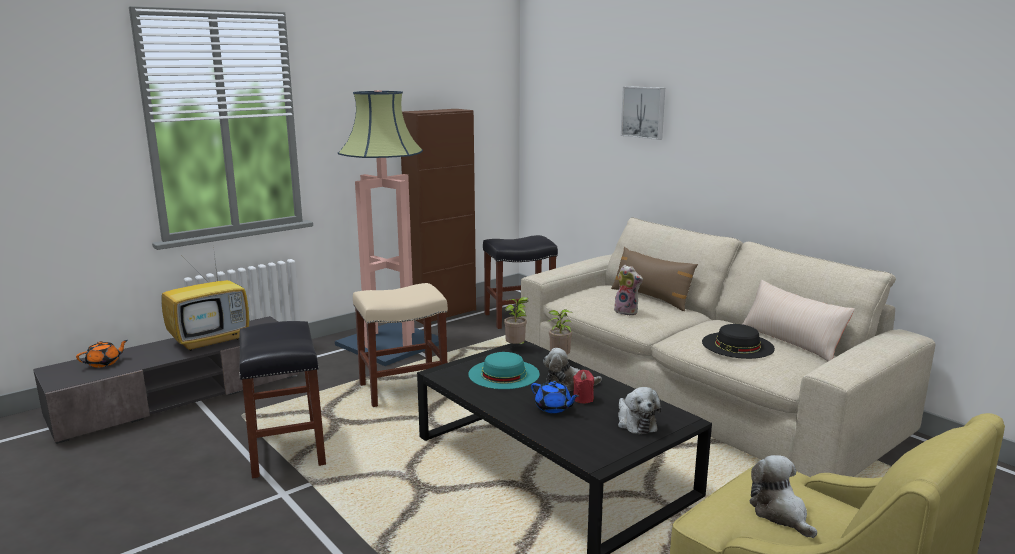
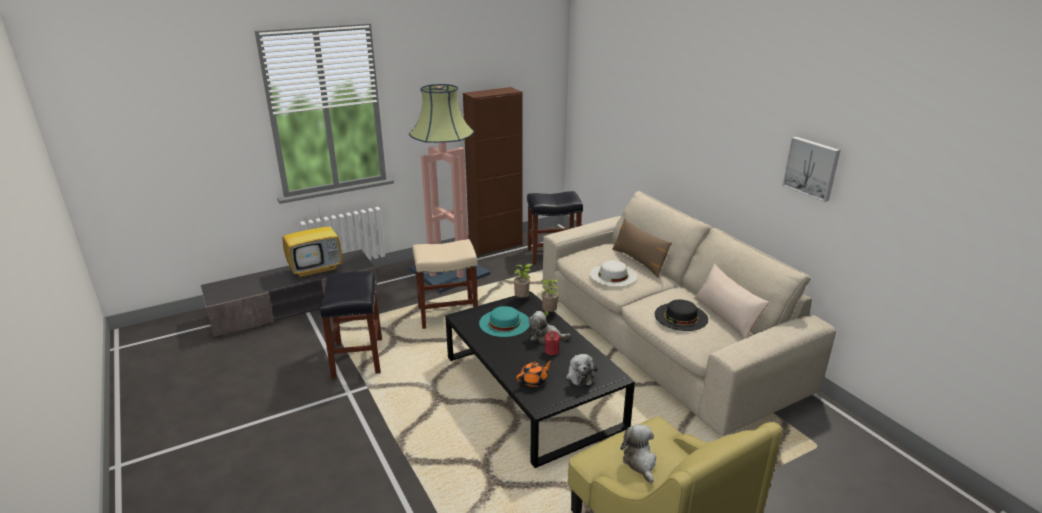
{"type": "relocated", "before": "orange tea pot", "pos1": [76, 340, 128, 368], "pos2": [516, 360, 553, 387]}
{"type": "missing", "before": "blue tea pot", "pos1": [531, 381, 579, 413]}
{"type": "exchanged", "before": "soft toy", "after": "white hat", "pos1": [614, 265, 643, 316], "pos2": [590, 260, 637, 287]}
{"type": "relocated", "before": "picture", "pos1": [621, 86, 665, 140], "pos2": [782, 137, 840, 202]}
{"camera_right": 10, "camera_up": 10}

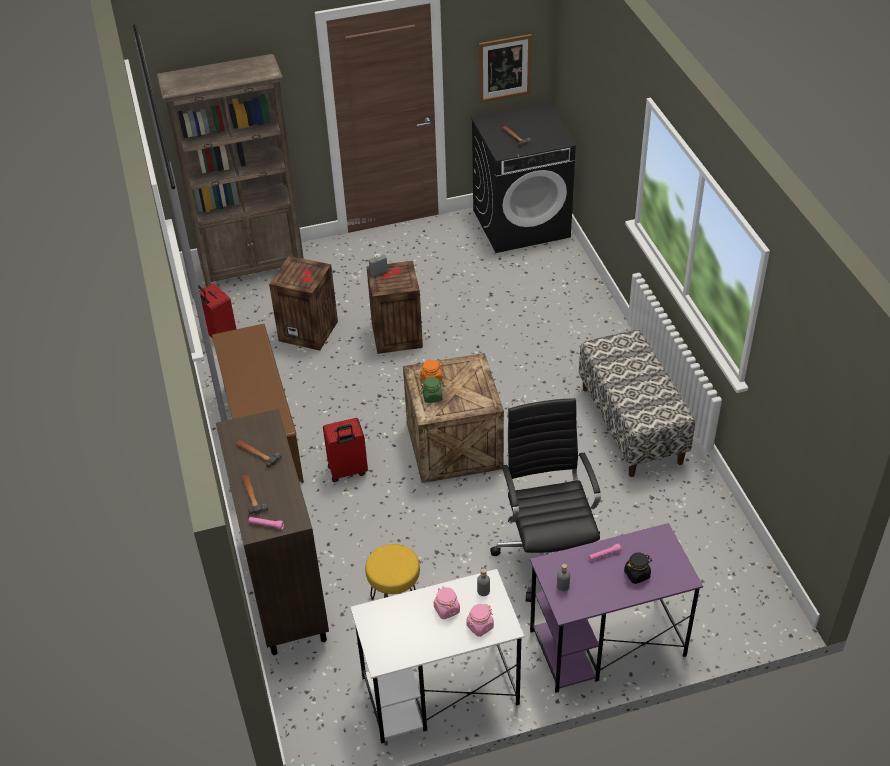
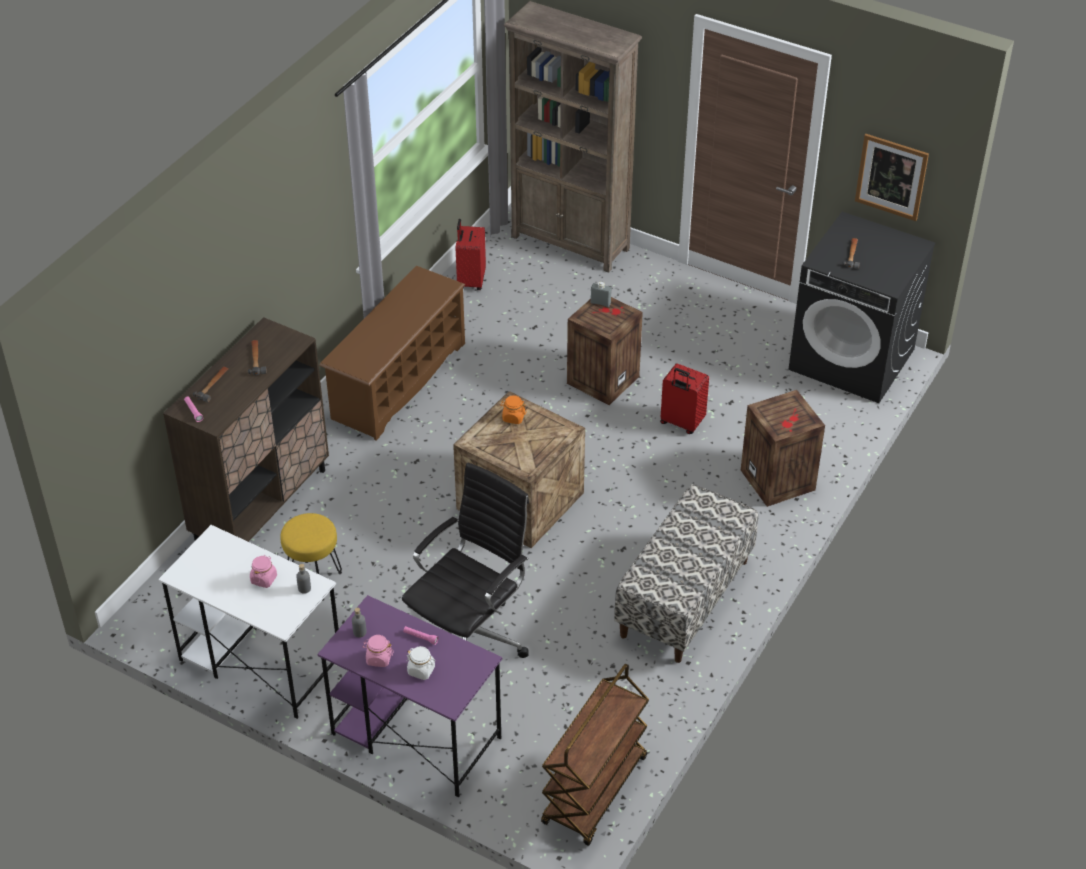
{"type": "relocated", "before": "crate", "pos1": [269, 256, 338, 351], "pos2": [741, 390, 825, 507]}
{"type": "relocated", "before": "reddish piece of luggage", "pos1": [323, 418, 368, 482], "pos2": [660, 363, 709, 434]}
{"type": "missing", "before": "green jar", "pos1": [420, 377, 444, 403]}
{"type": "relocated", "before": "pinkish jar", "pos1": [466, 604, 494, 637], "pos2": [363, 635, 393, 667]}
{"type": "colour", "before": "black-coloured jar", "after": "white jar", "pos1": [624, 553, 652, 584], "pos2": [406, 646, 435, 680]}
{"type": "appeared", "after": "brown-coloured cart", "pos2": [541, 664, 649, 846]}
{"camera_right": 45, "camera_up": 0}

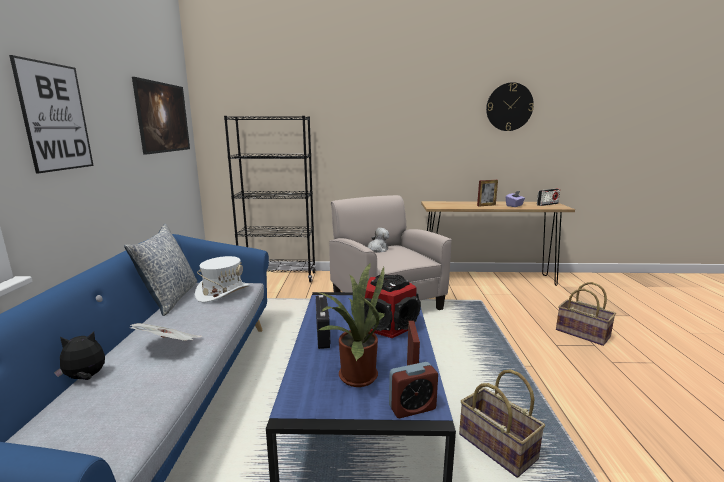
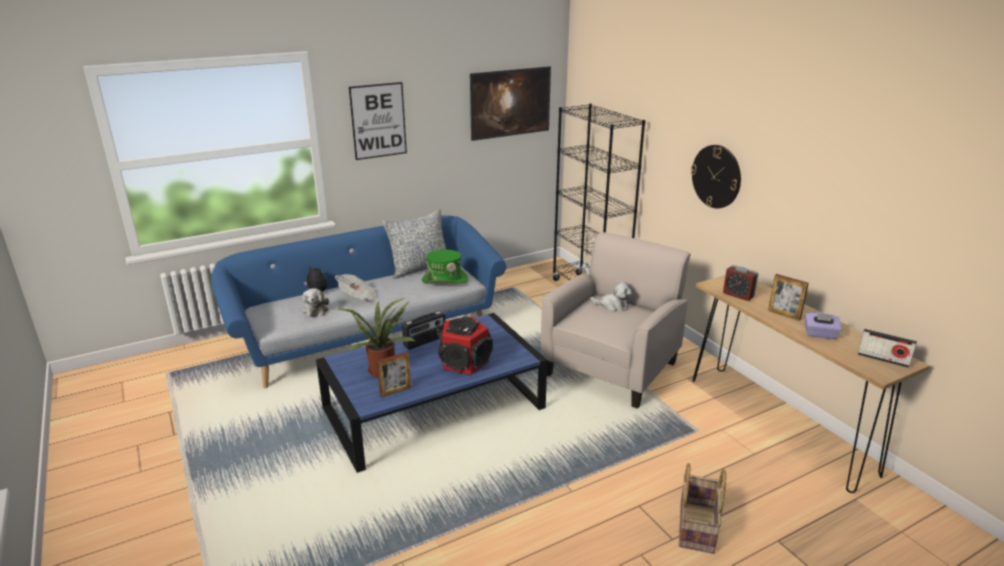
{"type": "colour", "before": "white hat", "after": "green hat", "pos1": [195, 256, 250, 303], "pos2": [421, 249, 468, 284]}
{"type": "relocated", "before": "table clock", "pos1": [389, 362, 438, 418], "pos2": [723, 265, 758, 301]}
{"type": "missing", "before": "storage basket", "pos1": [459, 369, 545, 478]}
{"type": "relocated", "before": "wall clock", "pos1": [486, 82, 534, 131], "pos2": [691, 145, 741, 208]}
{"type": "appeared", "after": "soft toy", "pos2": [302, 288, 329, 317]}
{"camera_right": 60, "camera_up": 10}

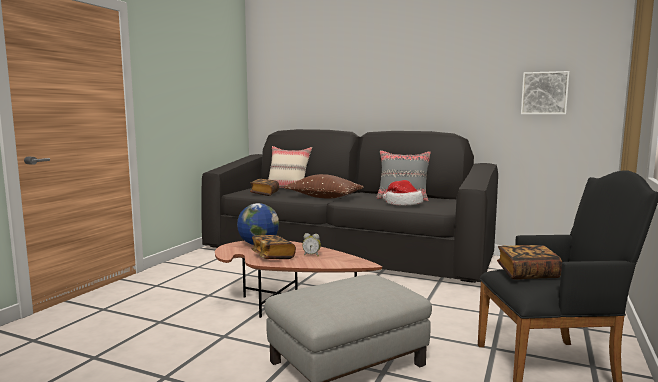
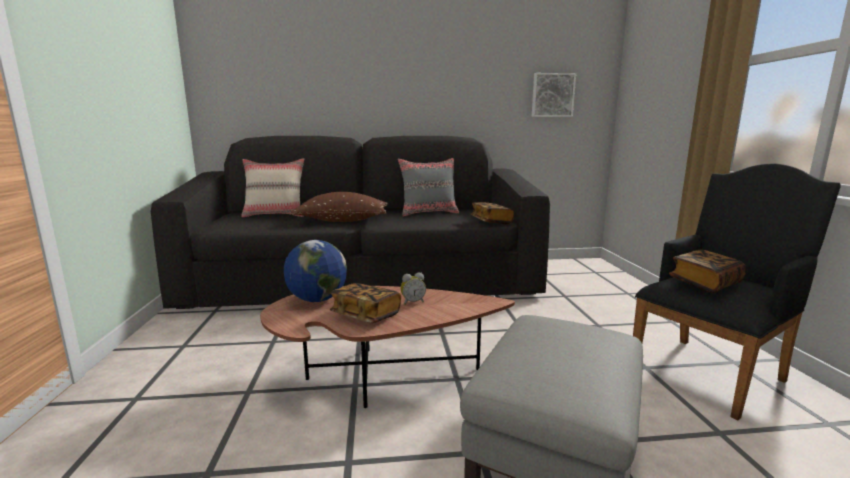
{"type": "relocated", "before": "bound book", "pos1": [250, 179, 279, 196], "pos2": [471, 202, 514, 224]}
{"type": "missing", "before": "hat", "pos1": [383, 180, 423, 205]}
{"camera_right": -30, "camera_up": 5}

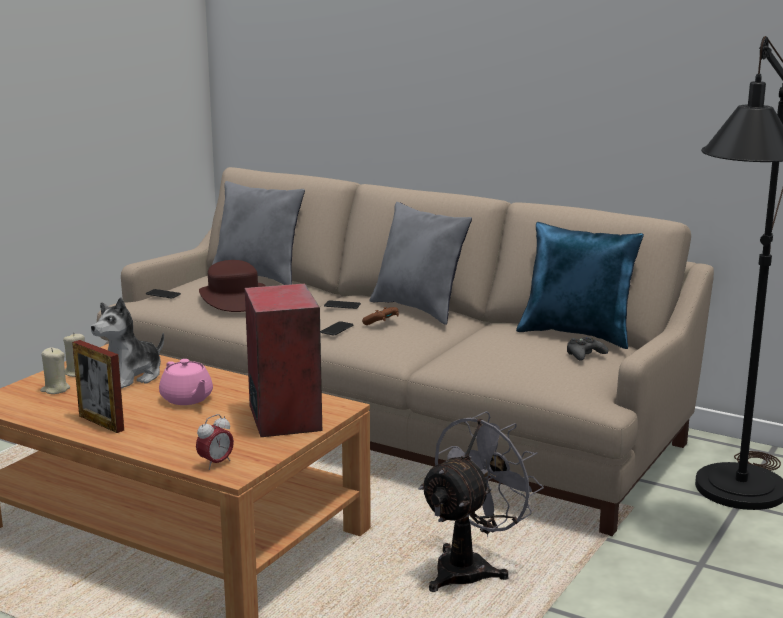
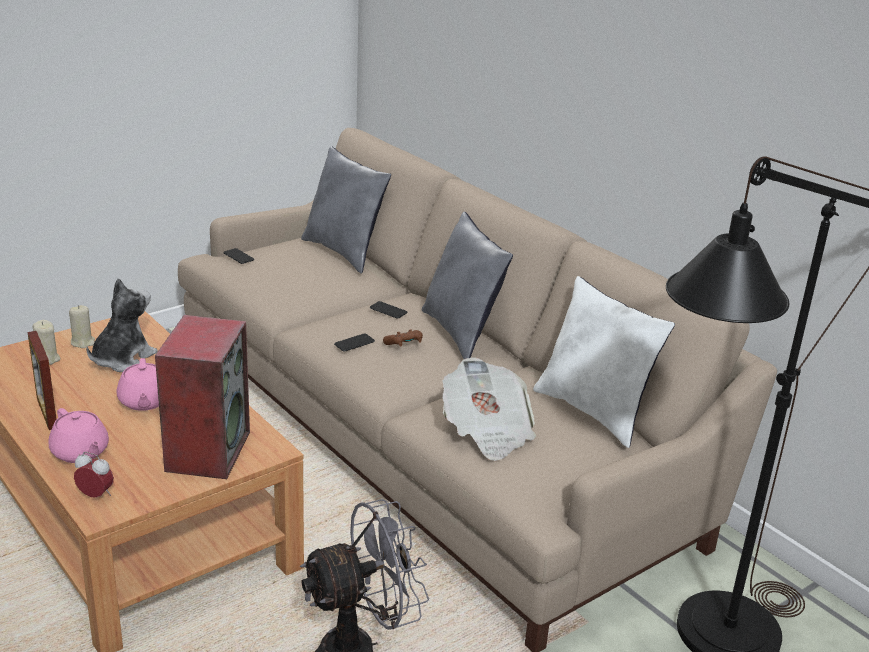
{"type": "spun", "before": "soft toy", "pos1": [91, 297, 164, 389], "pos2": [86, 278, 158, 372], "turn": 150}
{"type": "spun", "before": "table clock", "pos1": [196, 414, 234, 470], "pos2": [74, 452, 114, 498], "turn": -135}
{"type": "missing", "before": "brown-coloured hat", "pos1": [199, 260, 265, 312]}
{"type": "colour", "before": "blue pillow", "after": "white pillow", "pos1": [516, 222, 644, 349], "pos2": [533, 276, 675, 448]}
{"type": "missing", "before": "black-coloured gamepad", "pos1": [567, 337, 608, 361]}
{"type": "appeared", "after": "pinkish tea pot", "pos2": [49, 408, 109, 463]}
{"type": "appeared", "after": "newspaper", "pos2": [443, 357, 536, 461]}
{"camera_right": 20, "camera_up": 10}

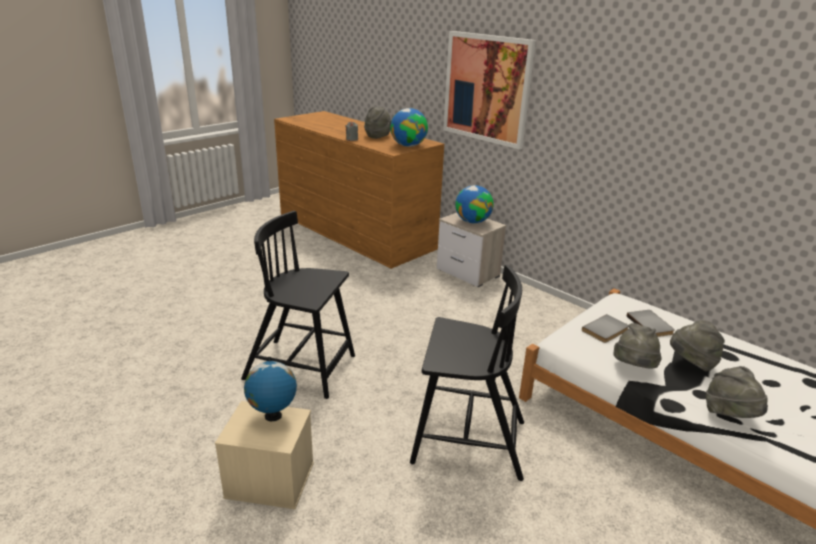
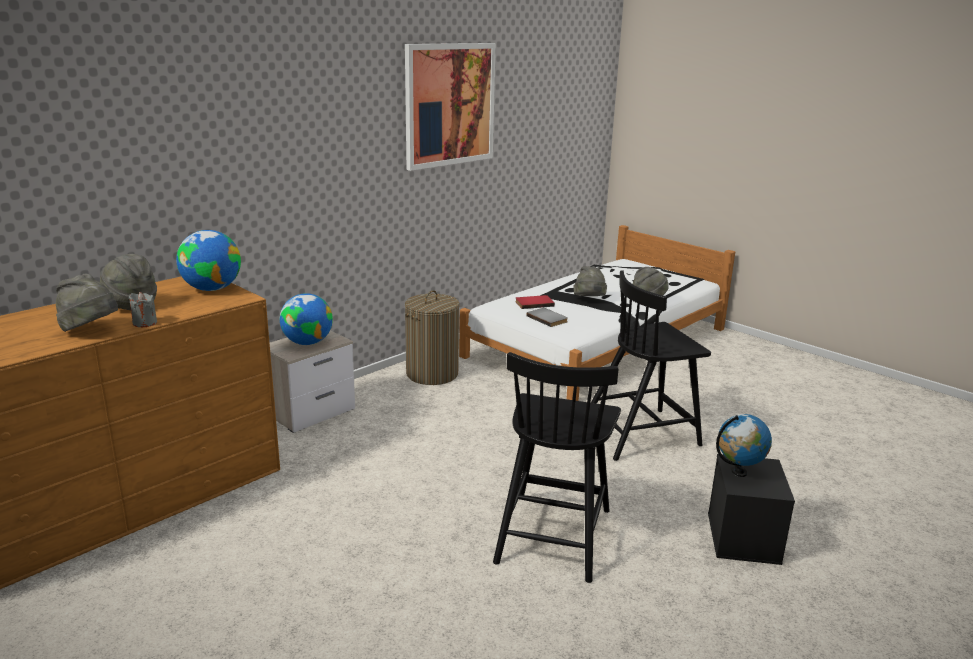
{"type": "colour", "before": "beige-coloured storage box", "after": "black-coloured storage box", "pos1": [215, 401, 314, 509], "pos2": [708, 454, 795, 565]}
{"type": "spun", "before": "black-coloured plain chair", "pos1": [410, 265, 524, 481], "pos2": [591, 270, 711, 461], "turn": -120}
{"type": "relocated", "before": "picture", "pos1": [443, 31, 536, 150], "pos2": [405, 43, 496, 171]}
{"type": "relocated", "before": "greyish hat", "pos1": [614, 323, 662, 369], "pos2": [56, 274, 118, 332]}
{"type": "colour", "before": "greyish bound book", "after": "reddish bound book", "pos1": [627, 310, 675, 337], "pos2": [515, 295, 555, 309]}
{"type": "appeared", "after": "hamper", "pos2": [405, 290, 460, 385]}
{"camera_right": -90, "camera_up": -5}

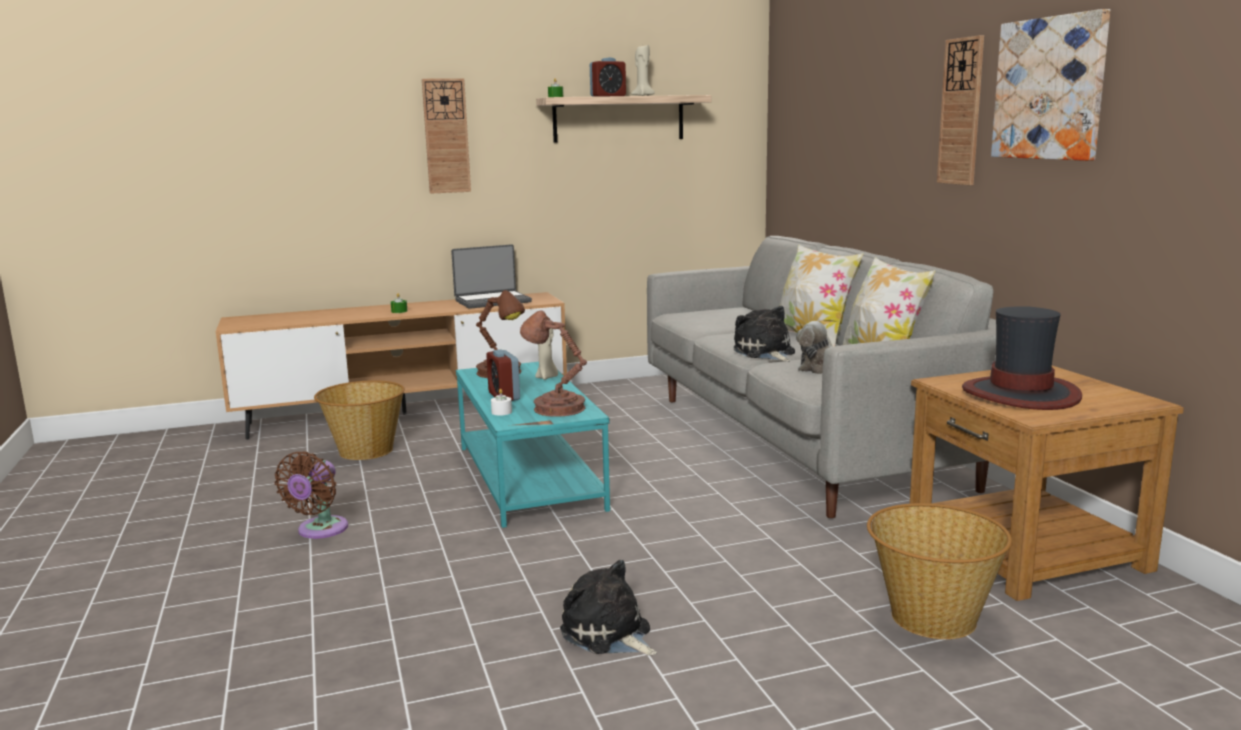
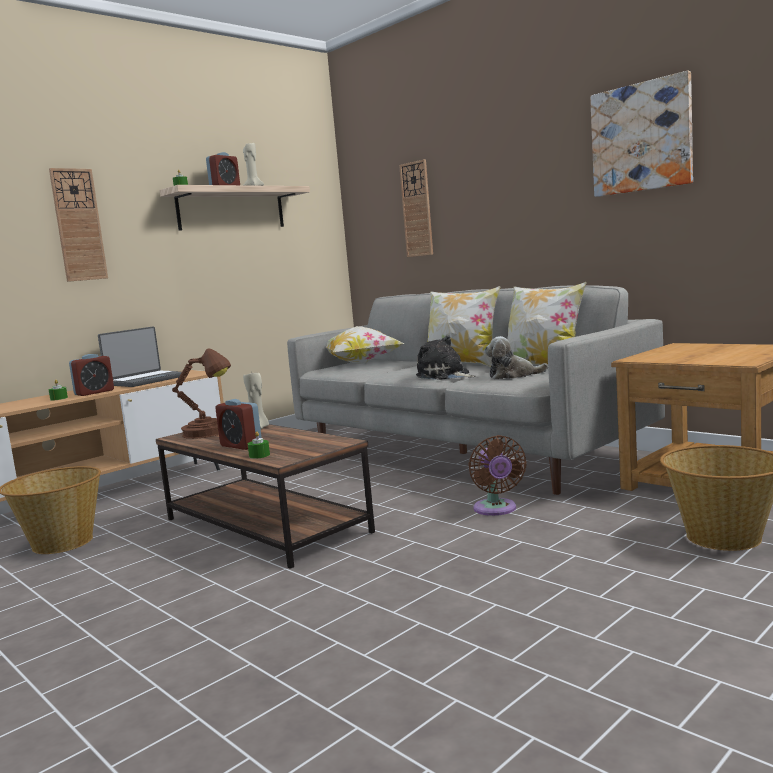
{"type": "relocated", "before": "brown-coloured electric fan", "pos1": [274, 451, 348, 539], "pos2": [468, 435, 526, 516]}
{"type": "colour", "before": "turquoise-coloured lounge table", "after": "brown-coloured lounge table", "pos1": [456, 362, 610, 528], "pos2": [156, 424, 375, 569]}
{"type": "colour", "before": "white candle", "after": "green candle", "pos1": [491, 389, 512, 416], "pos2": [248, 431, 270, 459]}
{"type": "missing", "before": "brown-coloured table lamp", "pos1": [520, 310, 587, 417]}
{"type": "missing", "before": "soft toy", "pos1": [560, 560, 657, 655]}
{"type": "relocated", "before": "wall clock", "pos1": [937, 35, 984, 185], "pos2": [399, 159, 433, 257]}
{"type": "missing", "before": "hat", "pos1": [962, 306, 1082, 410]}
{"type": "appeared", "after": "table clock", "pos2": [69, 354, 114, 396]}
{"type": "appeared", "after": "pillow", "pos2": [326, 326, 405, 363]}
{"camera_right": -25, "camera_up": -5}

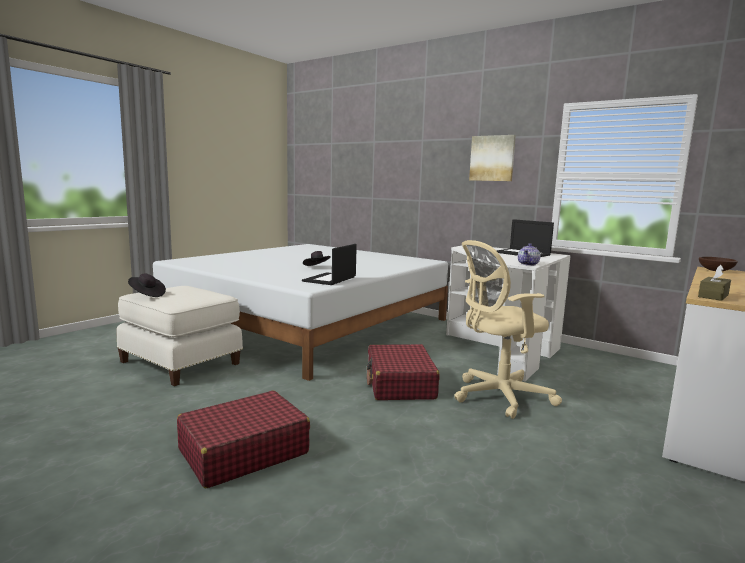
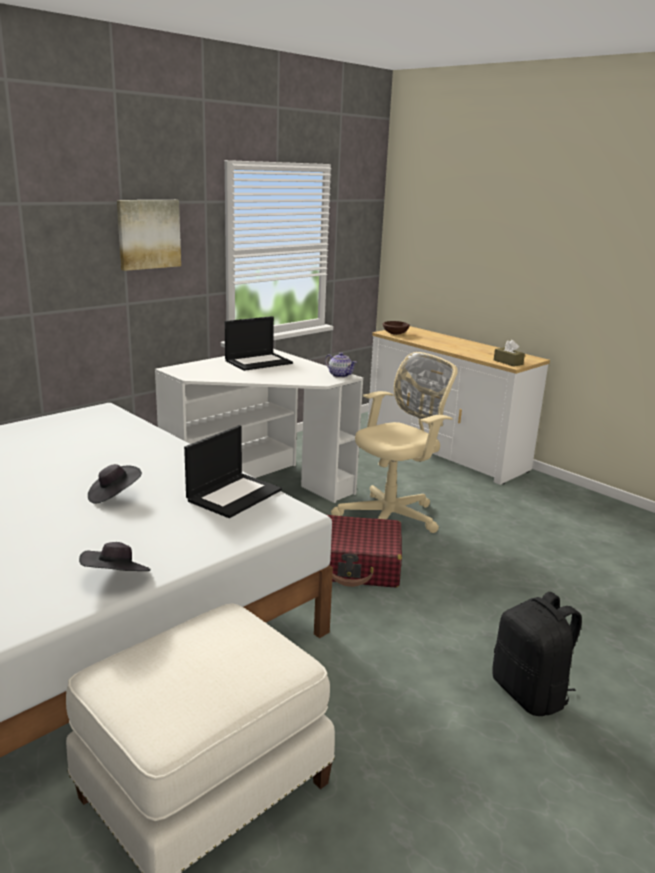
{"type": "relocated", "before": "black-coloured hat", "pos1": [128, 273, 166, 297], "pos2": [79, 542, 151, 571]}
{"type": "exchanged", "before": "reddish piece of luggage", "after": "black-coloured rucksack", "pos1": [177, 391, 310, 488], "pos2": [492, 592, 582, 716]}
{"type": "spun", "before": "portable computer", "pos1": [302, 244, 357, 285], "pos2": [184, 425, 282, 518], "turn": -90}
{"type": "spun", "before": "beige-coloured computer chair", "pos1": [454, 240, 562, 419], "pos2": [331, 352, 458, 533], "turn": -120}
{"camera_right": -80, "camera_up": 10}

